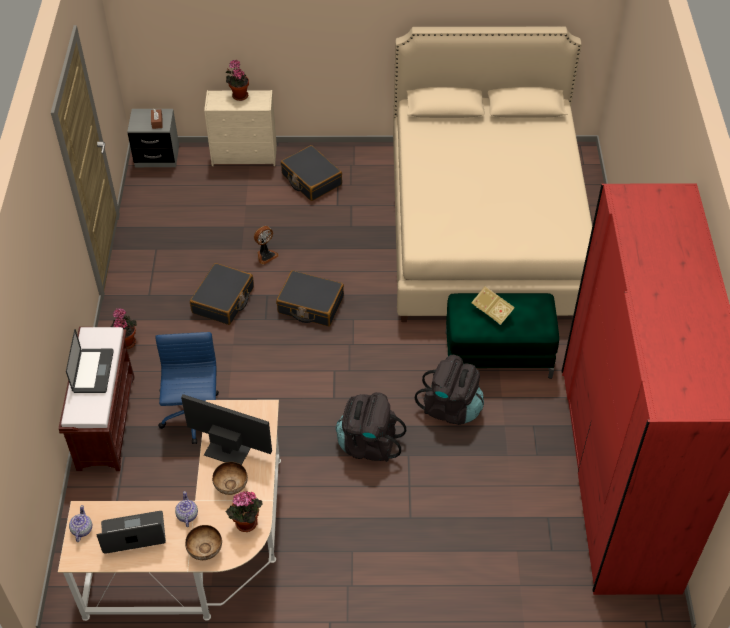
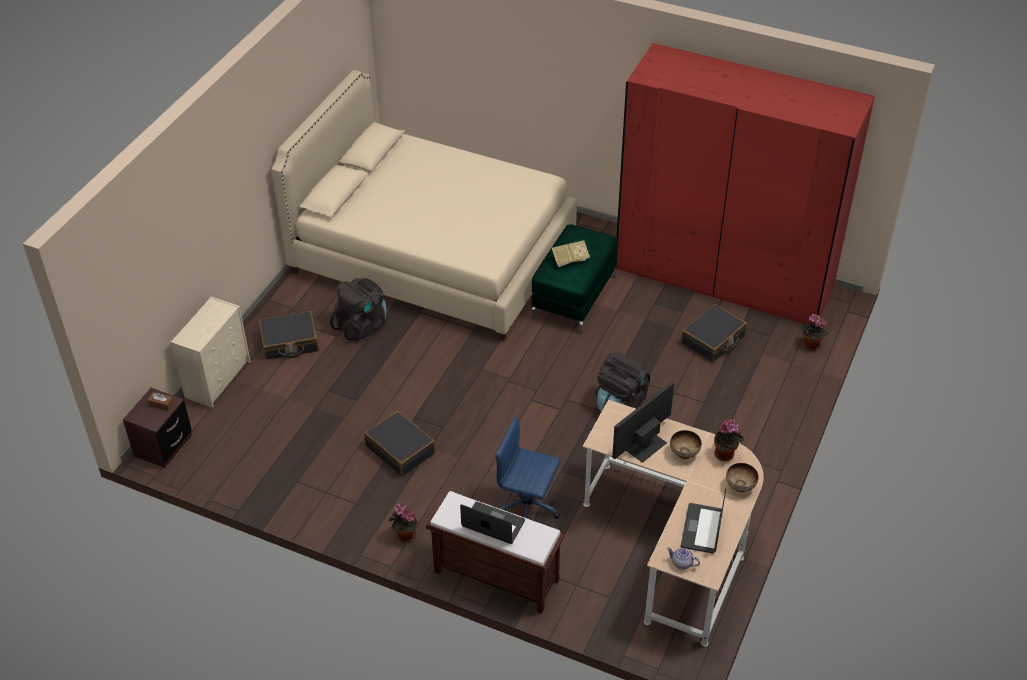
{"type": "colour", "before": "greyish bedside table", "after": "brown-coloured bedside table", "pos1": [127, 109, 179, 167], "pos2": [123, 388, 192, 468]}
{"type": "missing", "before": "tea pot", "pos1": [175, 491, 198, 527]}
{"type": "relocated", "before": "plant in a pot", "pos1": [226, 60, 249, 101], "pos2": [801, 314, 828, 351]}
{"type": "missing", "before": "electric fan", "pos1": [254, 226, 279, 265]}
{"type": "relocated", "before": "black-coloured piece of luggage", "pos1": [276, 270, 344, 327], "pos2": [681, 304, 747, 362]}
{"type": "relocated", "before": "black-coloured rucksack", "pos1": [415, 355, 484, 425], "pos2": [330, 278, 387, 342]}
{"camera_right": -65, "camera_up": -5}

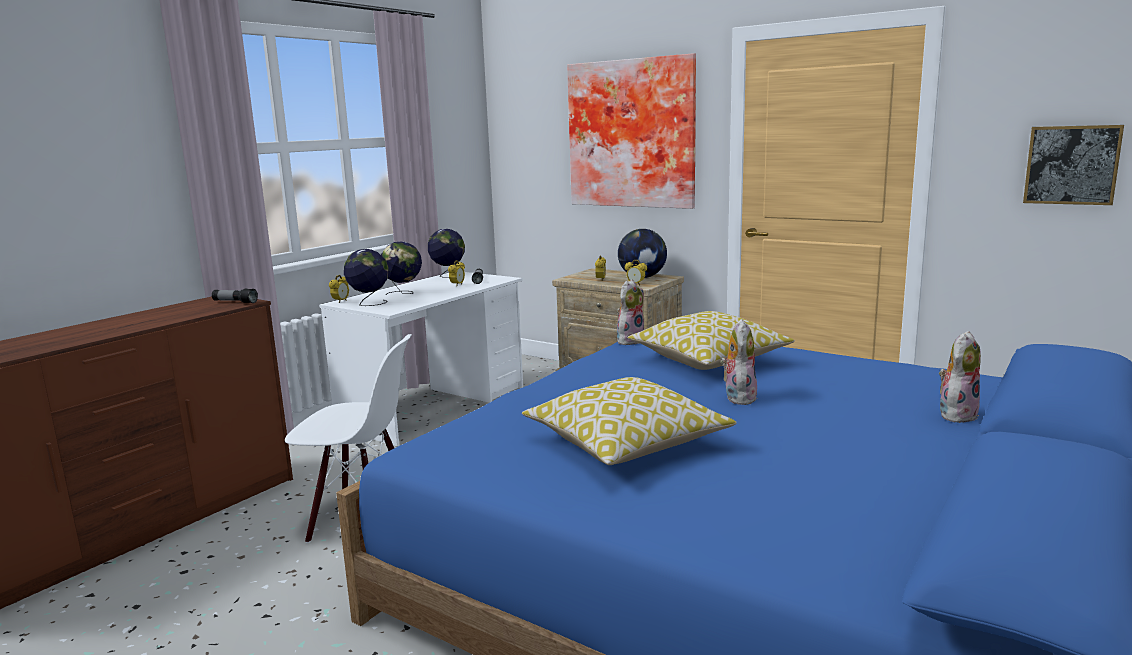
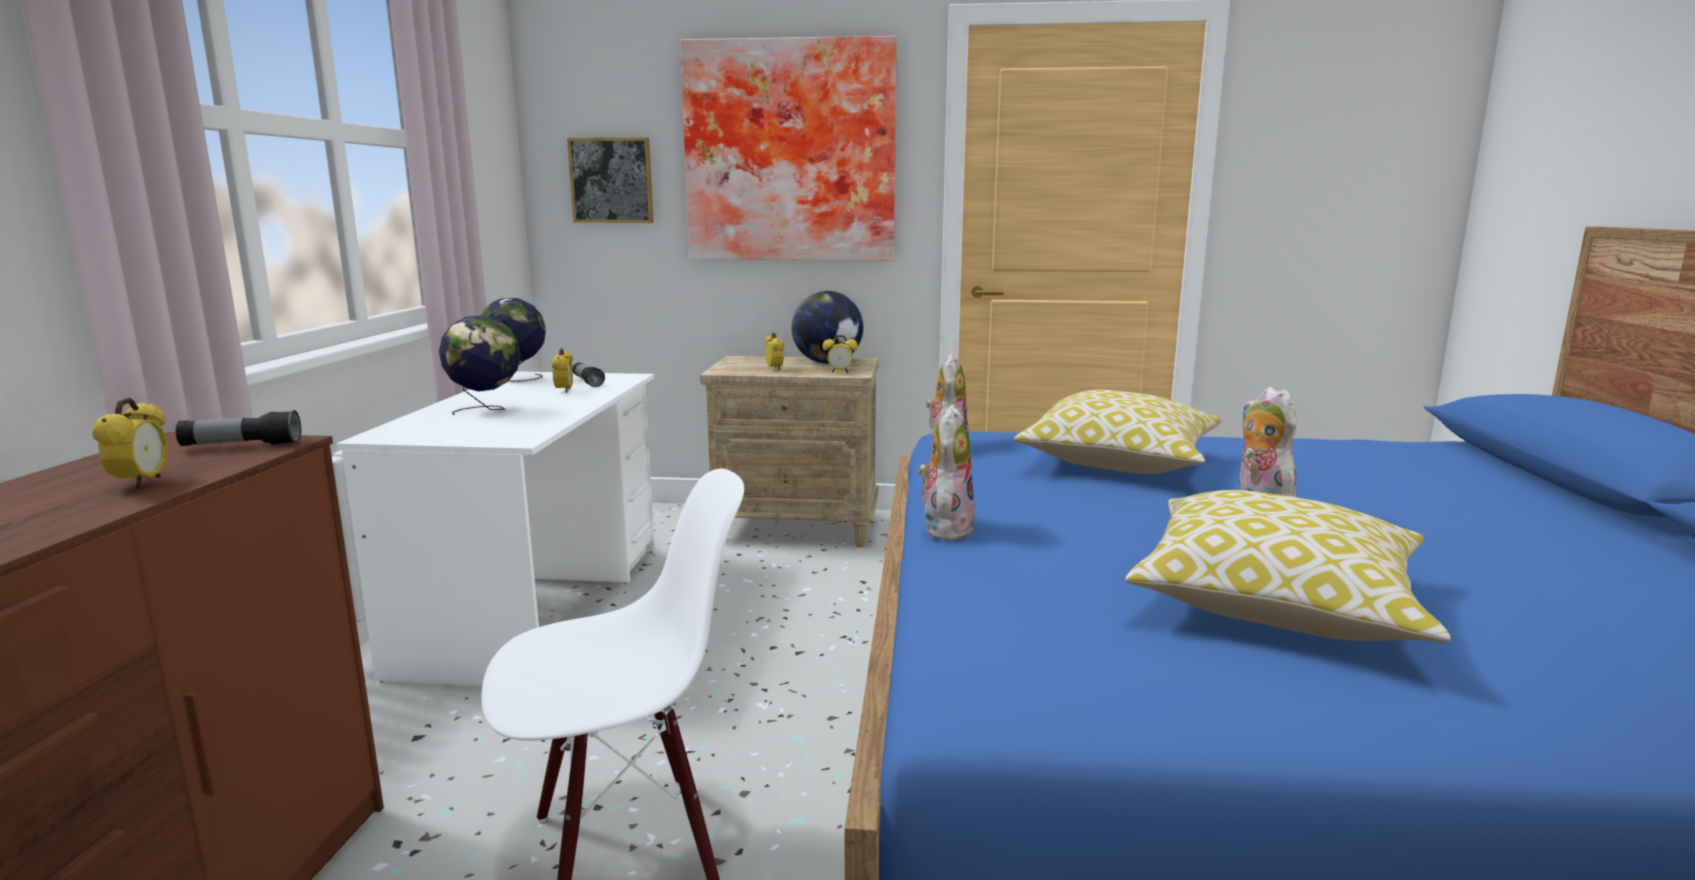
{"type": "relocated", "before": "table clock", "pos1": [329, 275, 349, 303], "pos2": [93, 397, 168, 488]}
{"type": "missing", "before": "world globe", "pos1": [344, 249, 389, 306]}
{"type": "relocated", "before": "soft toy", "pos1": [939, 331, 981, 423], "pos2": [918, 405, 975, 541]}
{"type": "relocated", "before": "picture", "pos1": [1023, 125, 1124, 205], "pos2": [567, 137, 654, 223]}
{"camera_right": -30, "camera_up": 0}

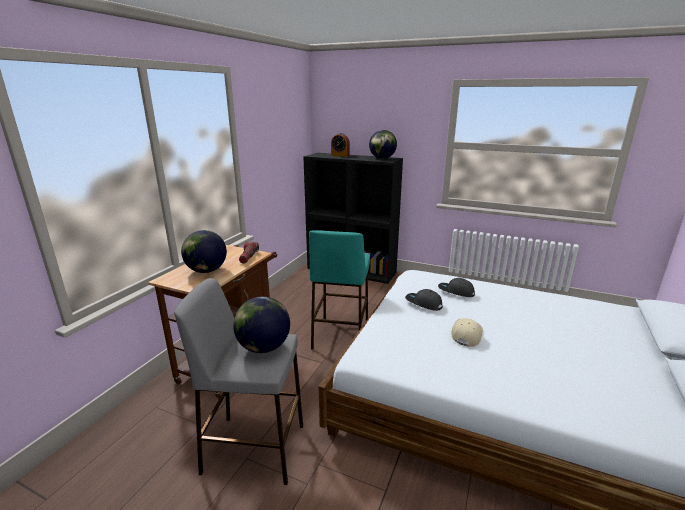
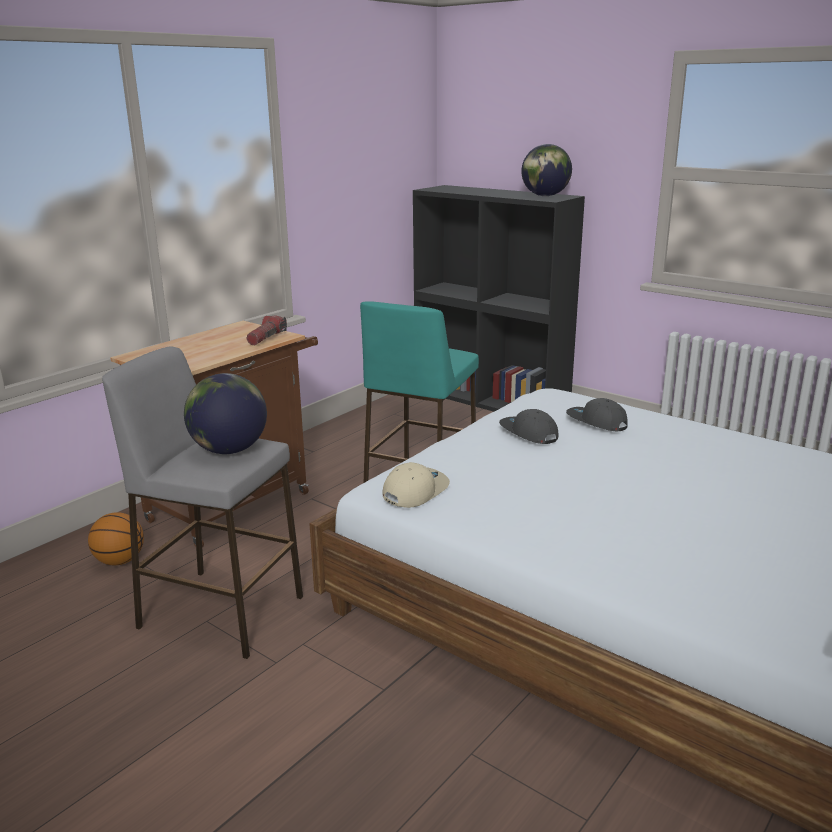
{"type": "missing", "before": "world globe", "pos1": [181, 230, 227, 273]}
{"type": "missing", "before": "table clock", "pos1": [331, 133, 350, 157]}
{"type": "relocated", "before": "beige-coloured cap", "pos1": [451, 318, 483, 347], "pos2": [382, 462, 450, 508]}
{"type": "appeared", "after": "basketball ball", "pos2": [88, 512, 144, 565]}
{"camera_right": 15, "camera_up": 0}

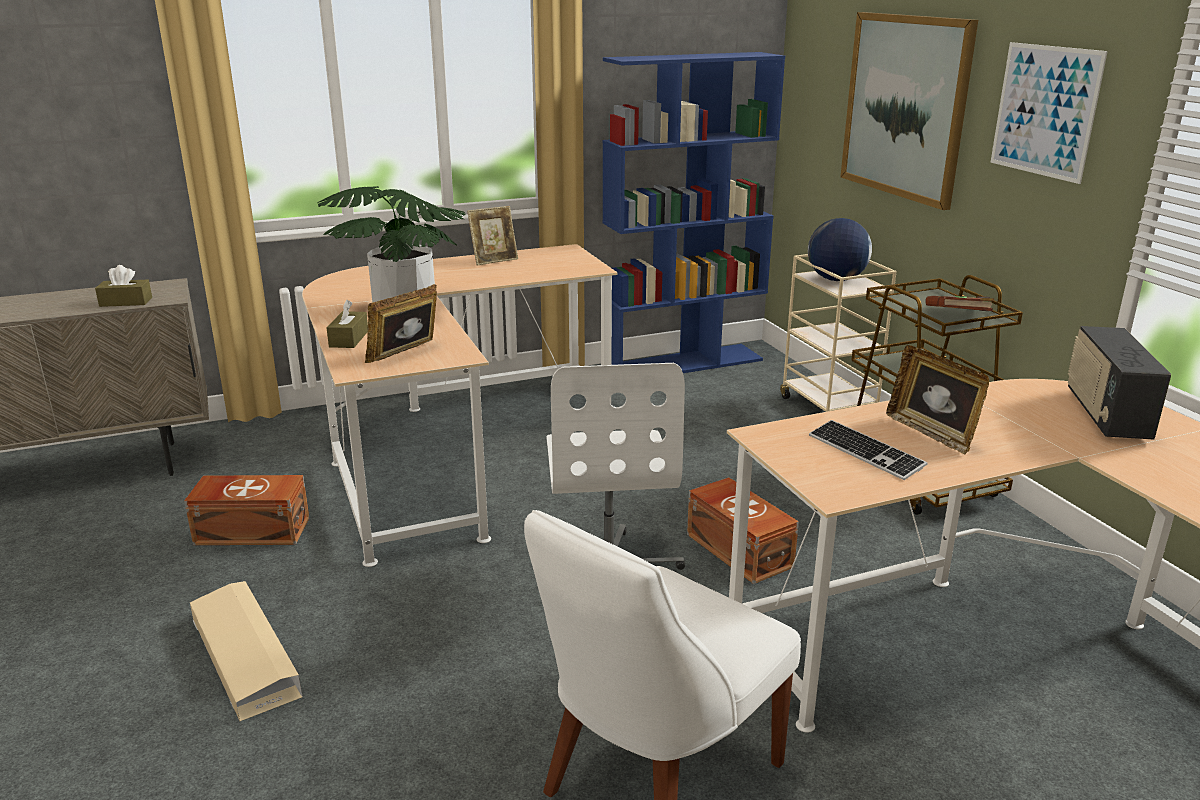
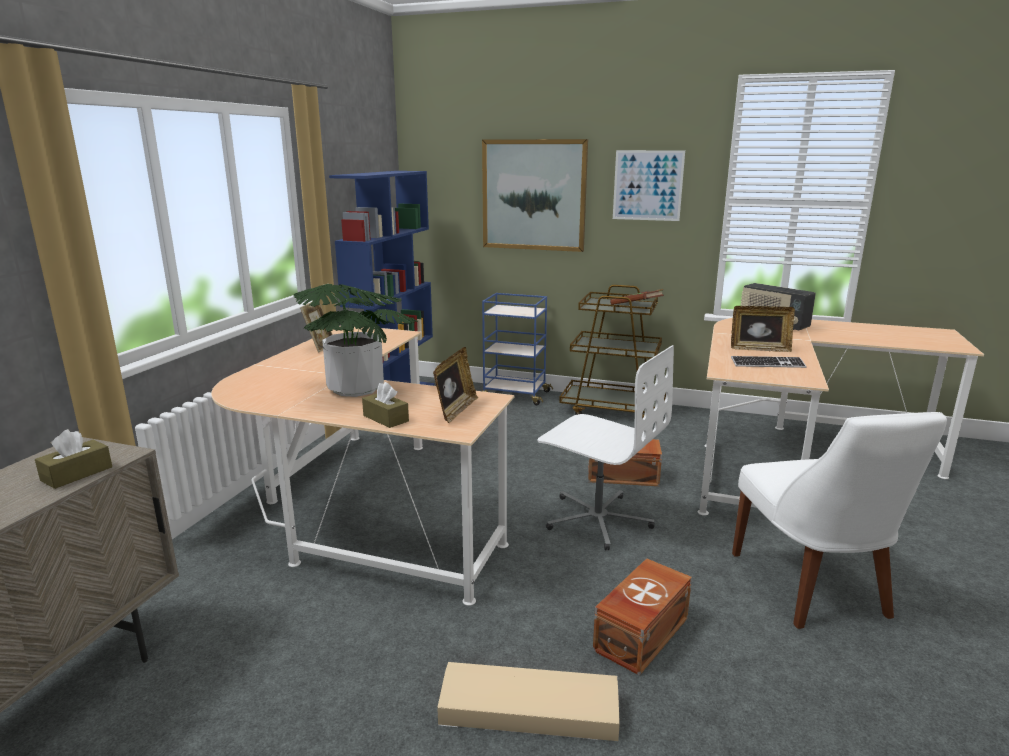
{"type": "relocated", "before": "brown-coloured storage box", "pos1": [184, 475, 309, 545], "pos2": [593, 558, 692, 676]}
{"type": "spun", "before": "photo frame", "pos1": [365, 284, 437, 363], "pos2": [433, 347, 478, 423], "turn": -150}
{"type": "colour", "before": "beige-coloured cart", "after": "blue cart", "pos1": [780, 254, 897, 412], "pos2": [482, 293, 553, 405]}
{"type": "missing", "before": "world globe", "pos1": [808, 218, 872, 281]}
{"camera_right": -50, "camera_up": -5}

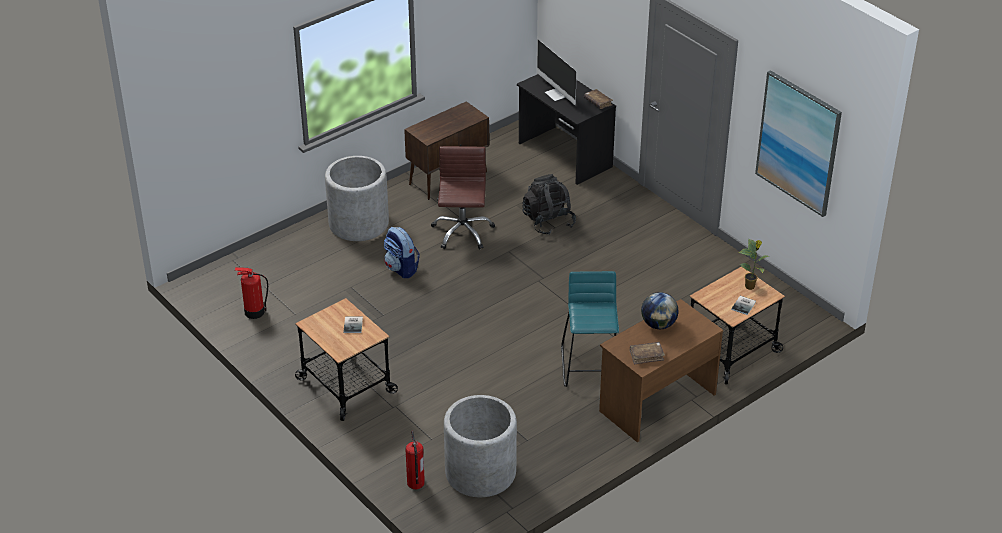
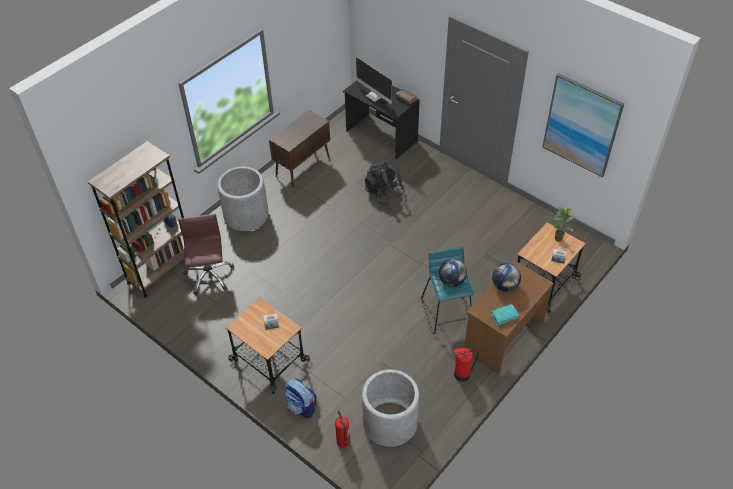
{"type": "relocated", "before": "extinguisher", "pos1": [235, 267, 268, 319], "pos2": [454, 348, 478, 382]}
{"type": "relocated", "before": "rucksack", "pos1": [383, 227, 420, 278], "pos2": [285, 378, 317, 418]}
{"type": "relocated", "before": "brown-coloured computer chair", "pos1": [431, 146, 495, 249], "pos2": [178, 214, 234, 295]}
{"type": "colour", "before": "brown-coloured bound book", "after": "turquoise-coloured bound book", "pos1": [629, 342, 665, 364], "pos2": [491, 304, 519, 326]}
{"type": "appeared", "after": "brown-coloured bookcase", "pos2": [88, 141, 185, 298]}
{"type": "appeared", "after": "world globe", "pos2": [439, 259, 467, 287]}
{"camera_right": -10, "camera_up": 10}

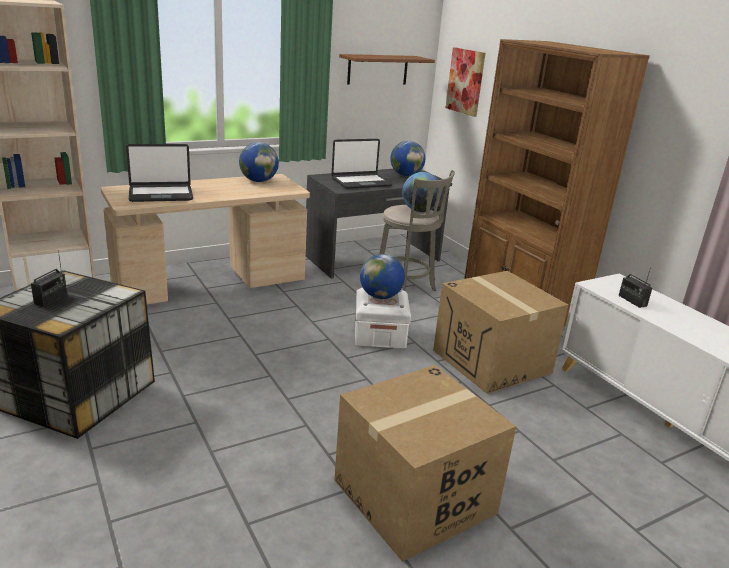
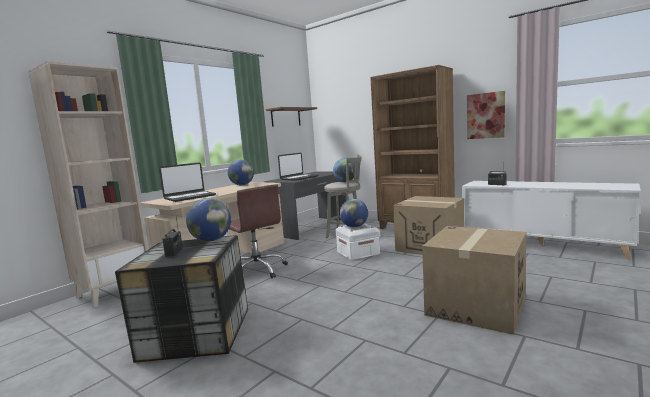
{"type": "relocated", "before": "world globe", "pos1": [390, 141, 425, 176], "pos2": [186, 198, 231, 242]}
{"type": "relocated", "before": "picture", "pos1": [446, 47, 486, 117], "pos2": [467, 91, 505, 139]}
{"type": "appeared", "after": "brown-coloured computer chair", "pos2": [229, 184, 288, 278]}
{"camera_right": -20, "camera_up": -15}

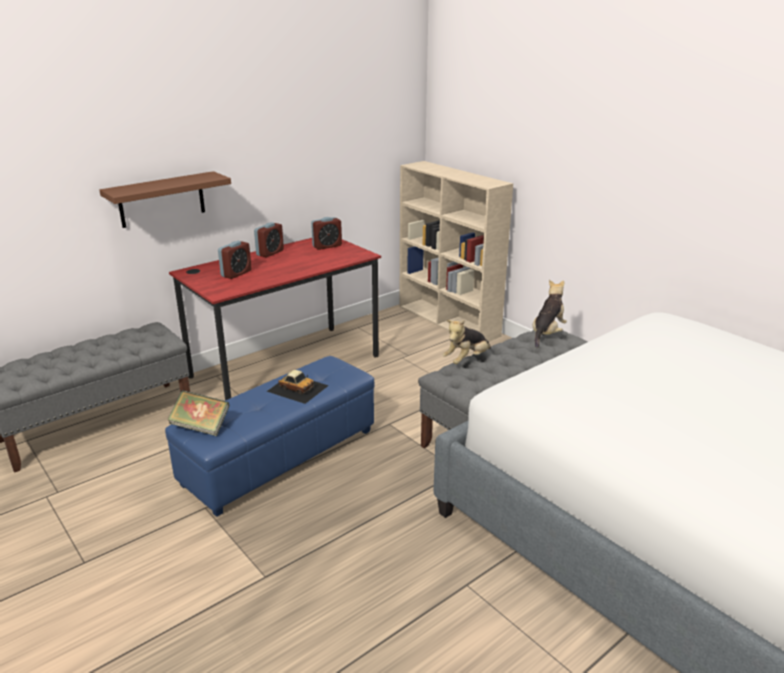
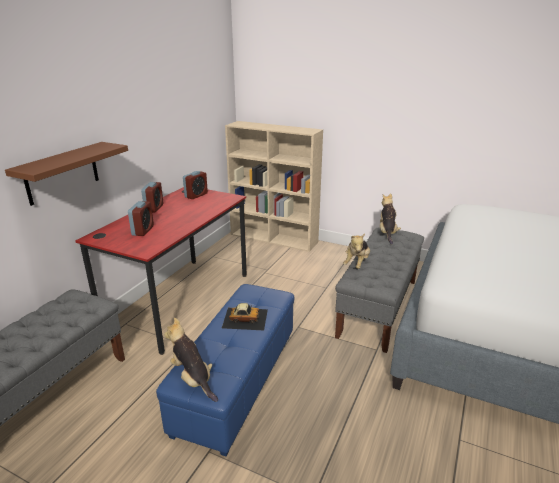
{"type": "exchanged", "before": "bound book", "after": "soft toy", "pos1": [168, 390, 229, 436], "pos2": [164, 318, 218, 402]}
{"camera_right": -25, "camera_up": 0}

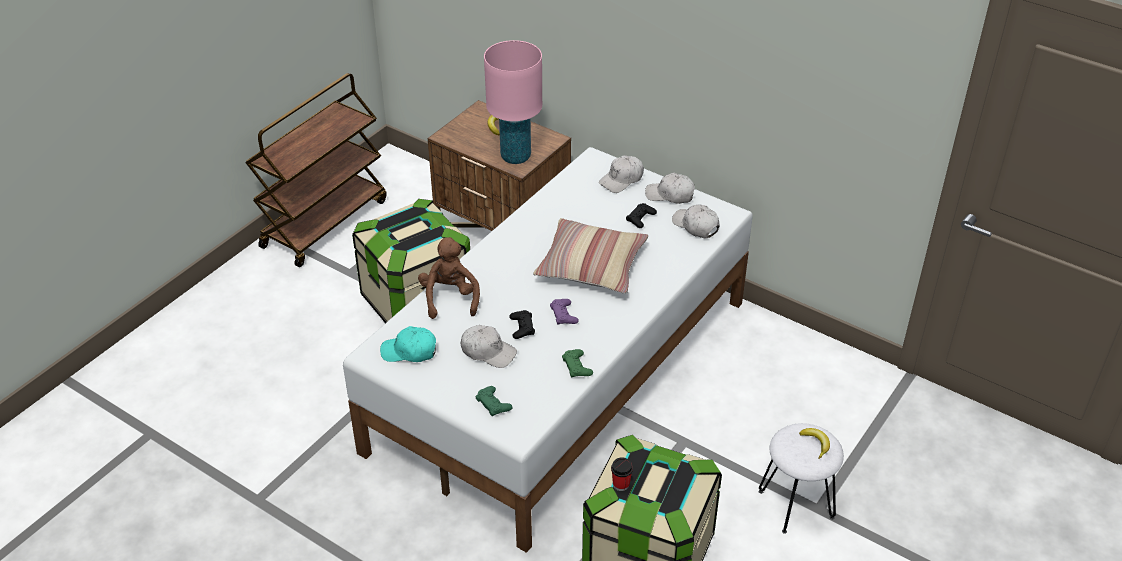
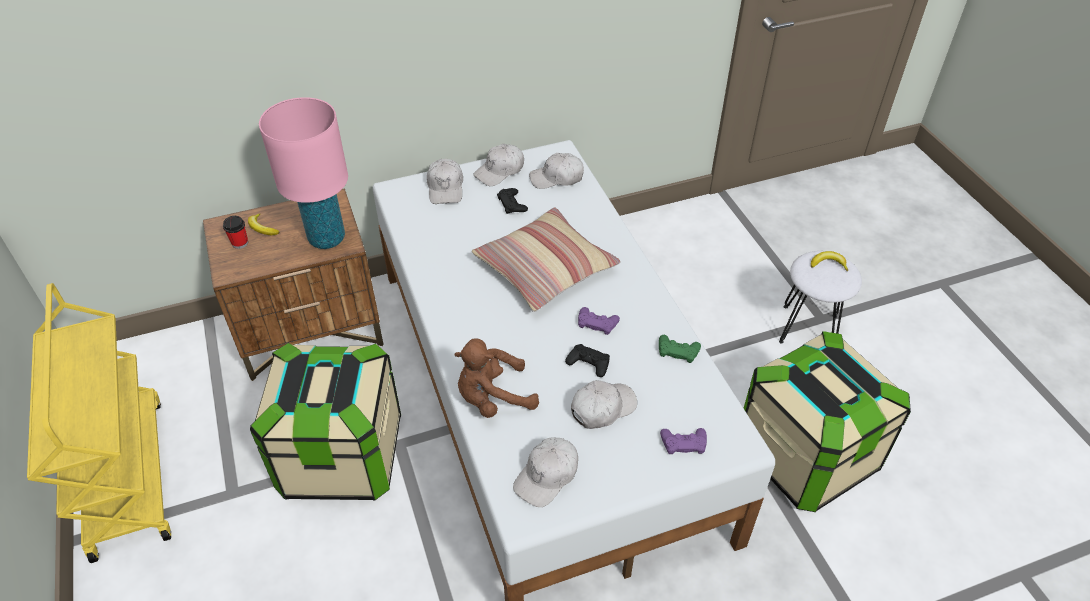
{"type": "colour", "before": "brown-coloured cart", "after": "yellowish cart", "pos1": [245, 73, 387, 267], "pos2": [27, 283, 171, 563]}
{"type": "colour", "before": "turquoise-coloured cap", "after": "white cap", "pos1": [380, 326, 436, 362], "pos2": [513, 438, 578, 507]}
{"type": "spun", "before": "brown-coloured soft toy", "pos1": [418, 237, 480, 319], "pos2": [454, 338, 539, 418], "turn": -45}
{"type": "colour", "before": "green gamepad", "after": "purplish gamepad", "pos1": [475, 386, 512, 416], "pos2": [660, 428, 707, 454]}
{"type": "relocated", "before": "small cup", "pos1": [611, 458, 633, 491], "pos2": [223, 216, 248, 249]}
{"camera_right": -55, "camera_up": 5}

